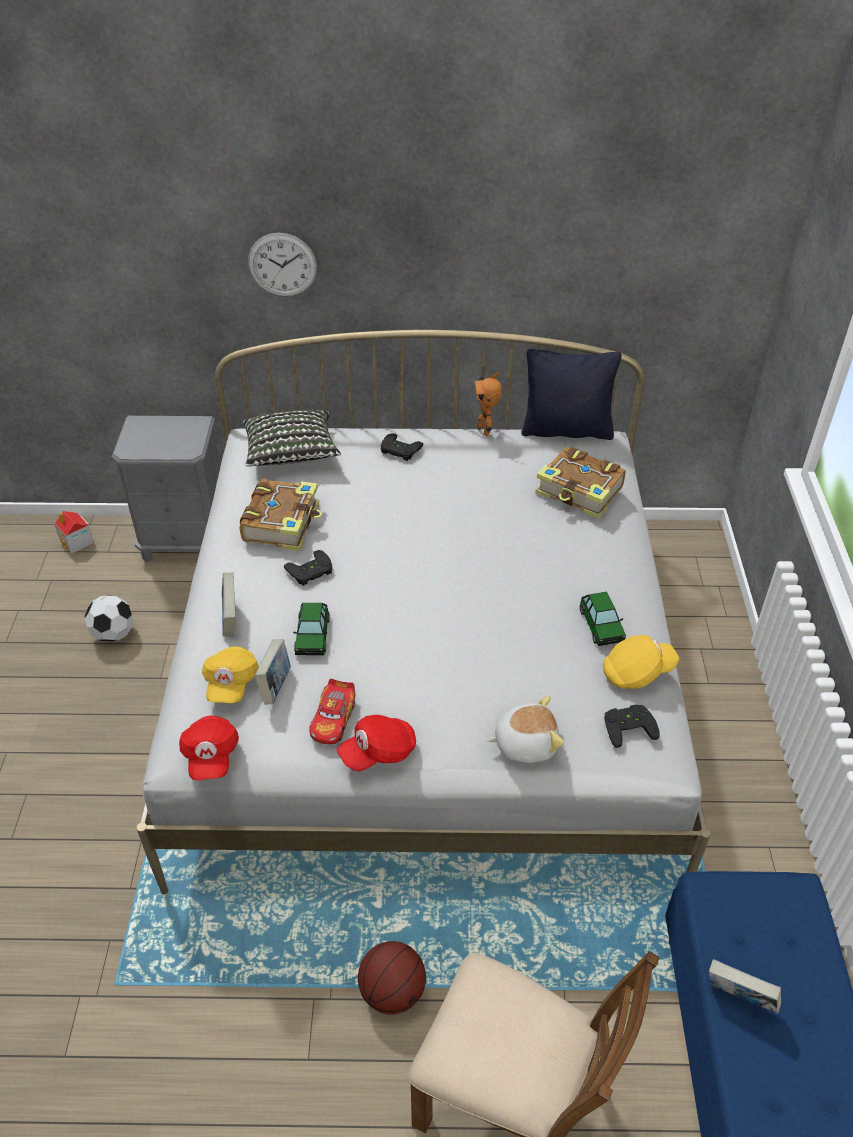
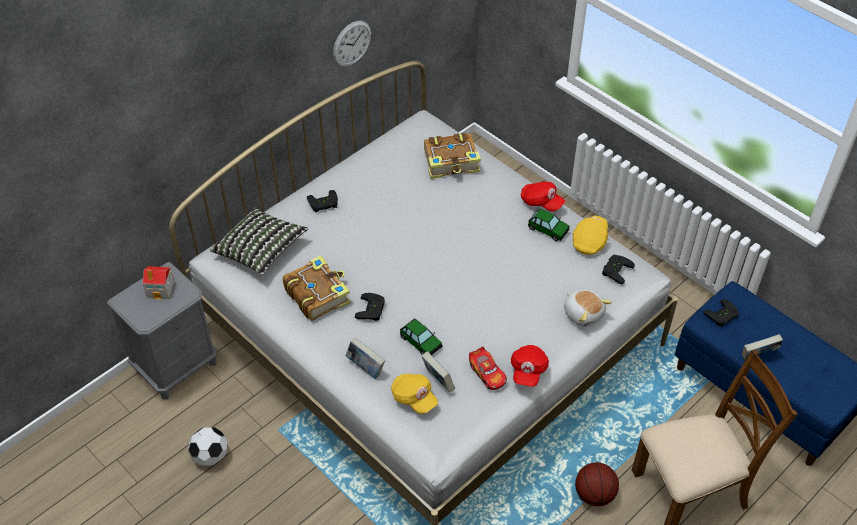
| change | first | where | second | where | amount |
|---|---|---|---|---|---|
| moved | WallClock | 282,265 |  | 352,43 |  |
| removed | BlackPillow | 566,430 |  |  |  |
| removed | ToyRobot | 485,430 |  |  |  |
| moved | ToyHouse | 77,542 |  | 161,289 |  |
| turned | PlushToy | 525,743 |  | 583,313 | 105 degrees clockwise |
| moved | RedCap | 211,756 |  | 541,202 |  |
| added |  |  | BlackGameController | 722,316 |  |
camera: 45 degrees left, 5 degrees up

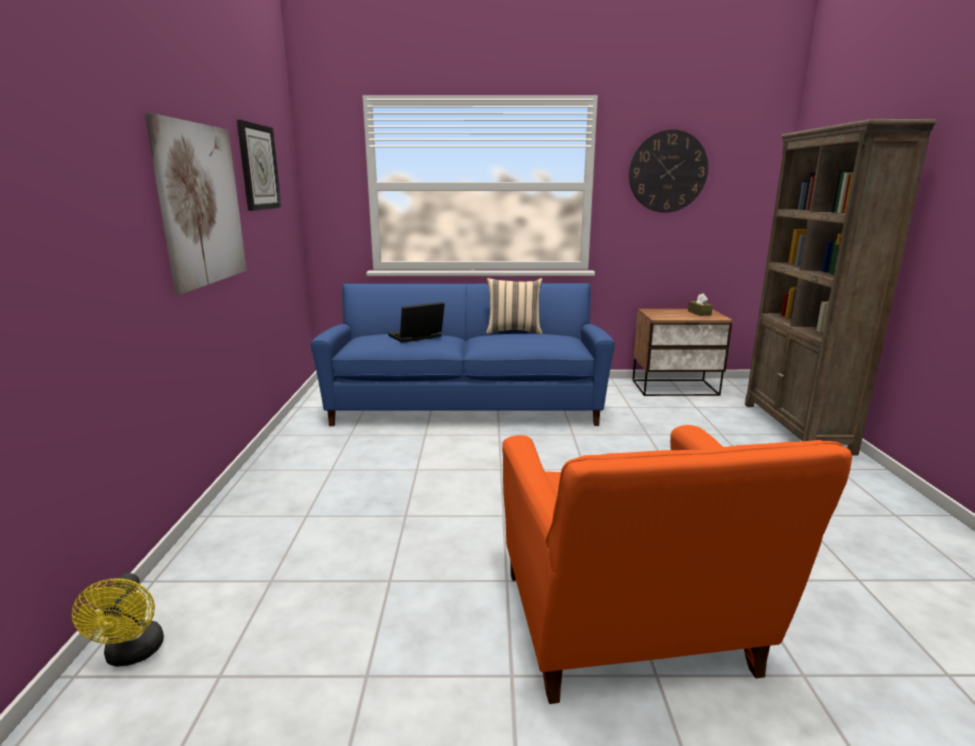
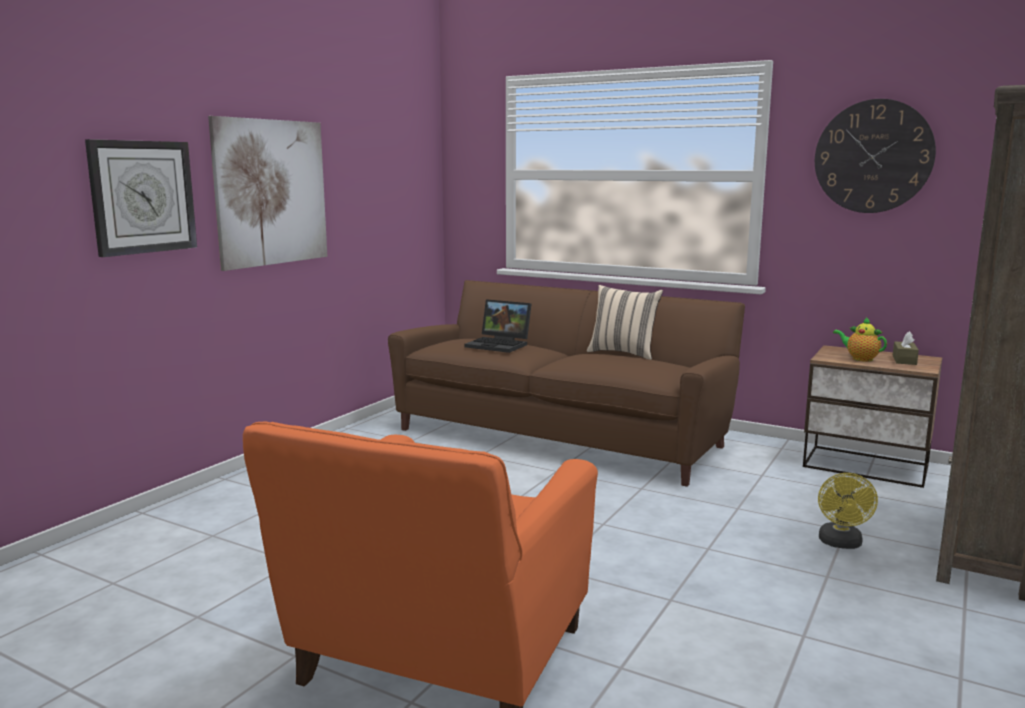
| change | first | where | second | where | amount |
|---|---|---|---|---|---|
| moved | WallClock | 258,167 |  | 142,197 |  |
| recoloured | BlueSofa | 466,404 | BrownSofa | 562,435 |  |
| turned | Laptop | 415,337 |  | 500,345 | 150 degrees counterclockwise |
| moved | YellowFan | 133,654 |  | 841,544 |  |
| added |  |  | Teapot | 860,359 |  |
camera: 30 degrees right, 5 degrees down

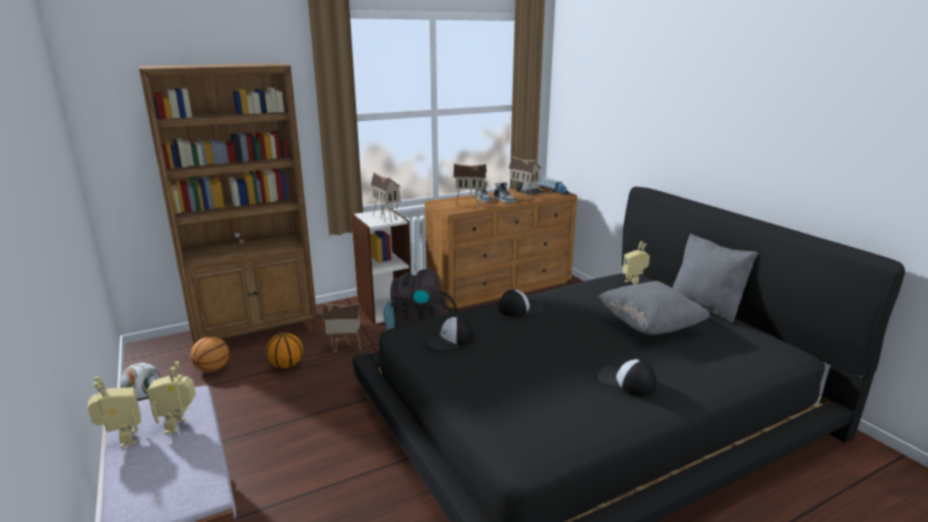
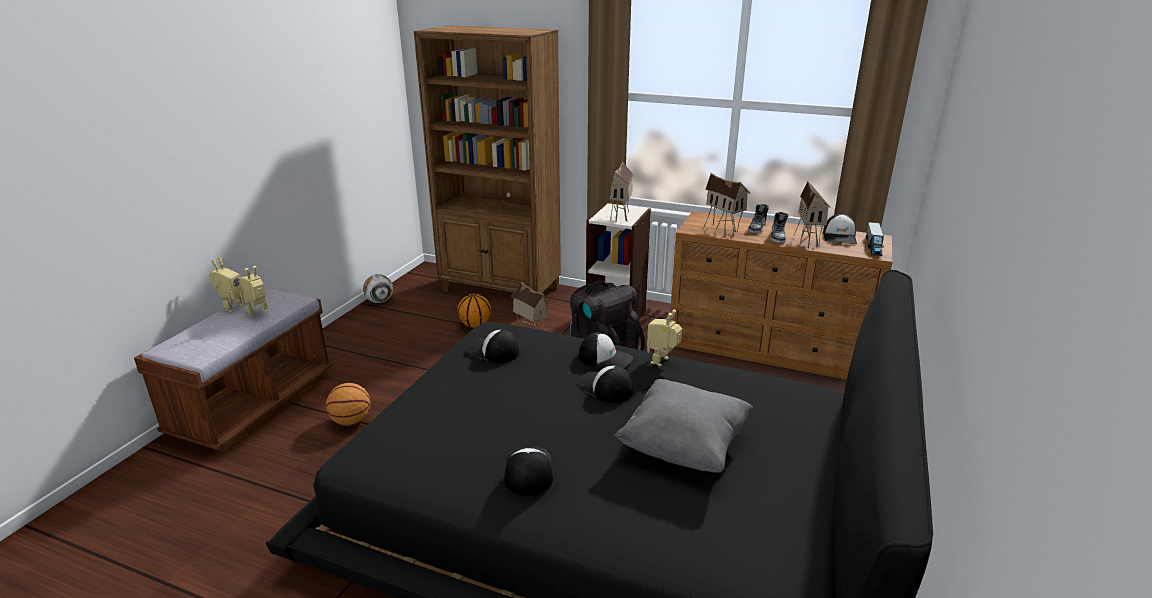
| change | first | where | second | where | amount |
|---|---|---|---|---|---|
| removed | GreyPillow | 705,307 |  |  |  |
| moved | ToyRobot | 633,283 |  | 662,361 |  |
| moved | Basketball | 212,369 |  | 351,421 |  |
| added |  |  | Cap | 605,388 |  |
camera: 50 degrees right, 5 degrees up

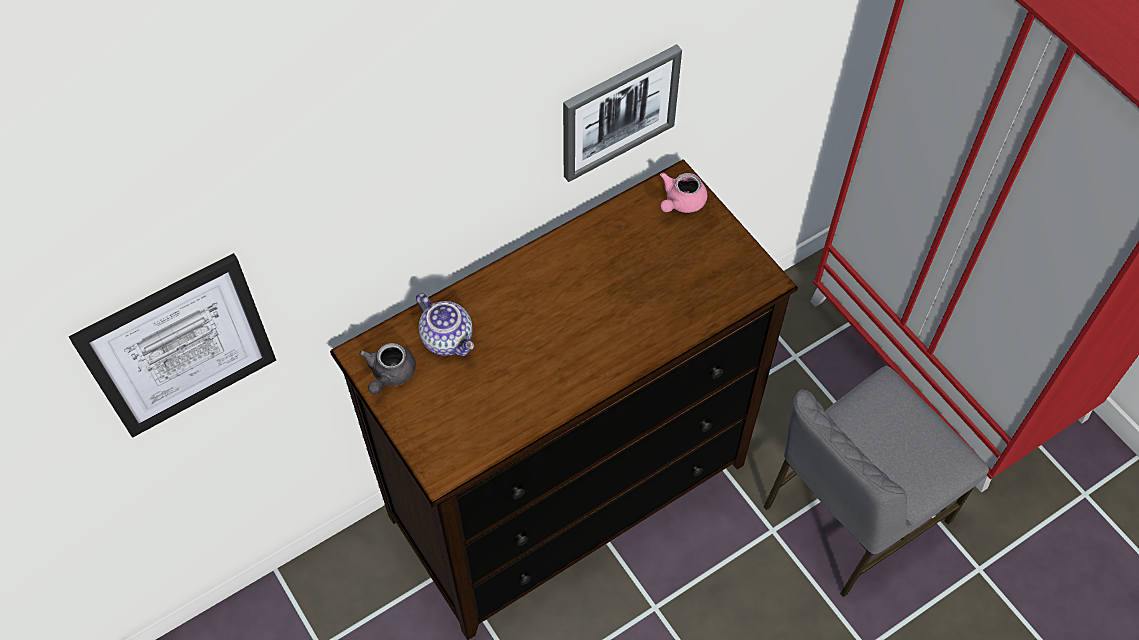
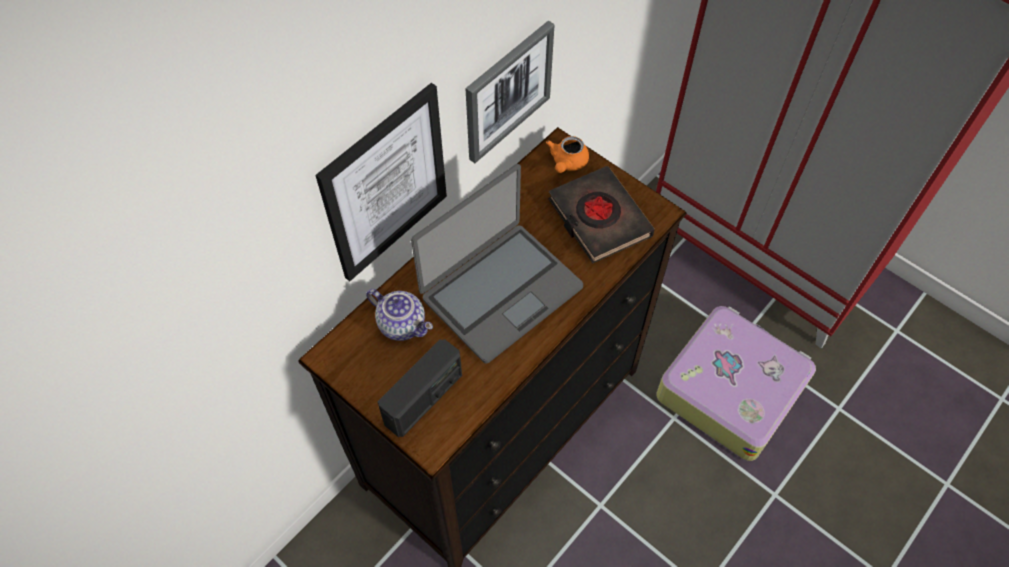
| change | first | where | second | where | amount |
|---|---|---|---|---|---|
| recoloured | PinkTeapot | 680,202 | OrangeTeapot | 567,163 |  |
| moved | Picture | 179,346 |  | 385,185 |  |
| removed | GreyTeapot | 389,374 |  |  |  |
| replaced | GreyChair | 852,513 | Suitcase | 730,388 |  |
| added |  |  | Laptop | 500,291 |  |
| added |  |  | BlackBook | 598,218 |  |
| added |  |  | Radio | 424,399 |  |
camera: 15 degrees left, 0 degrees up

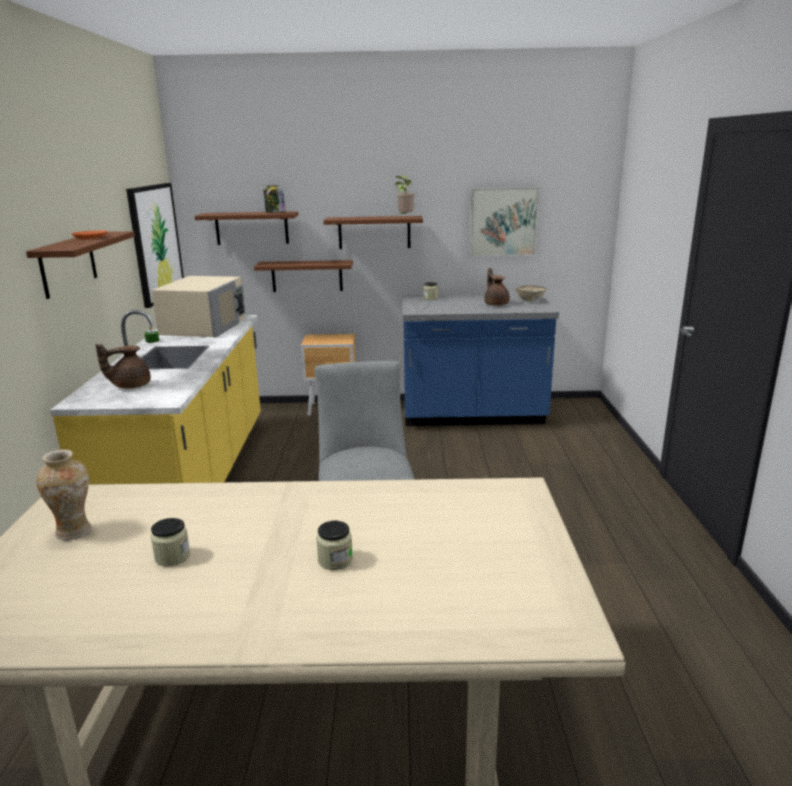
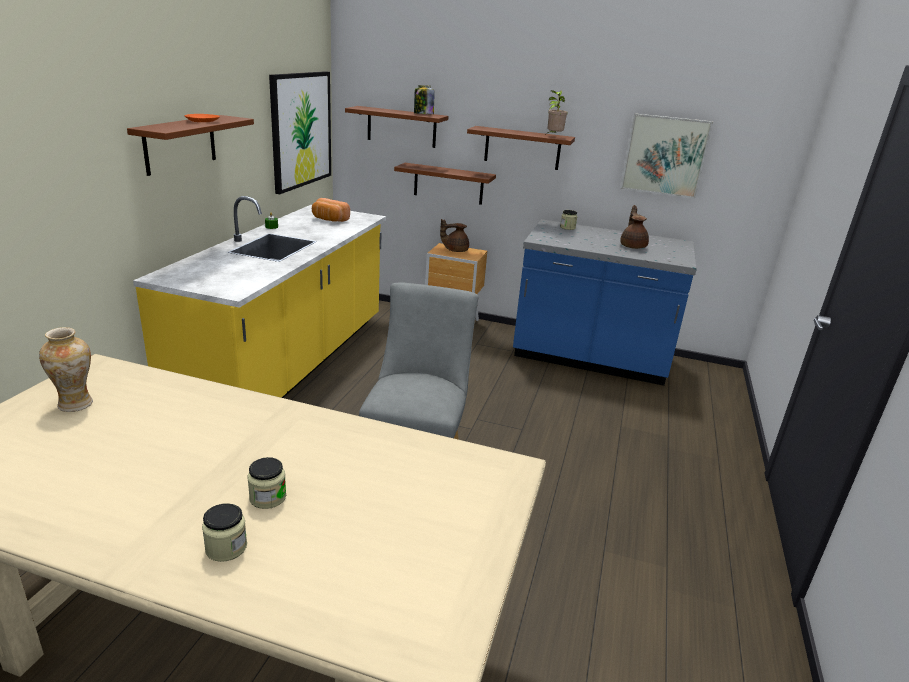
| change | first | where | second | where | amount |
|---|---|---|---|---|---|
| replaced | BeigeMicrowave | 204,326 | Bread | 329,220 |  |
| removed | Bowl | 530,300 |  |  |  |
| moved | BrownTeapot | 130,385 |  | 455,250 |  |
| moved | Jar | 172,557 |  | 226,547 |  |
camera: 15 degrees right, 5 degrees up

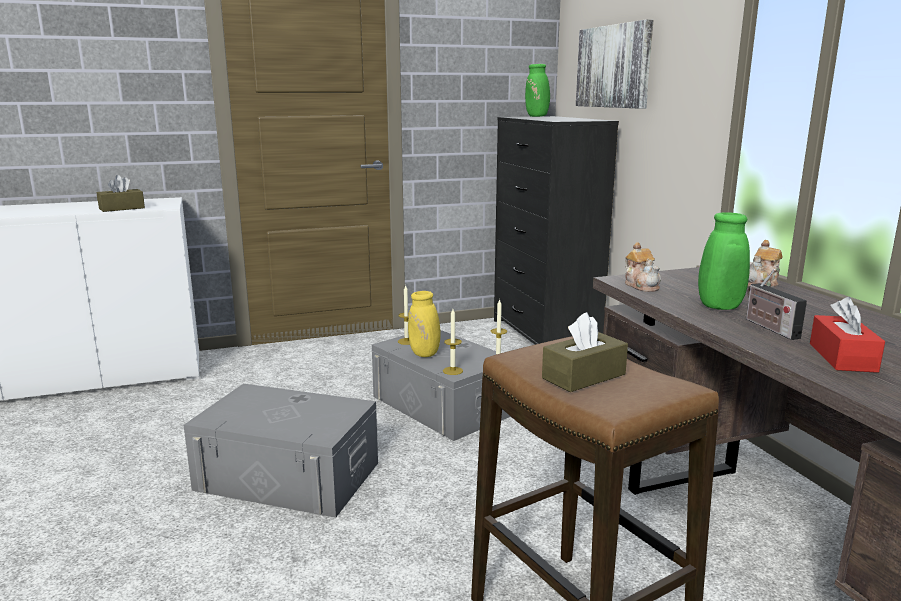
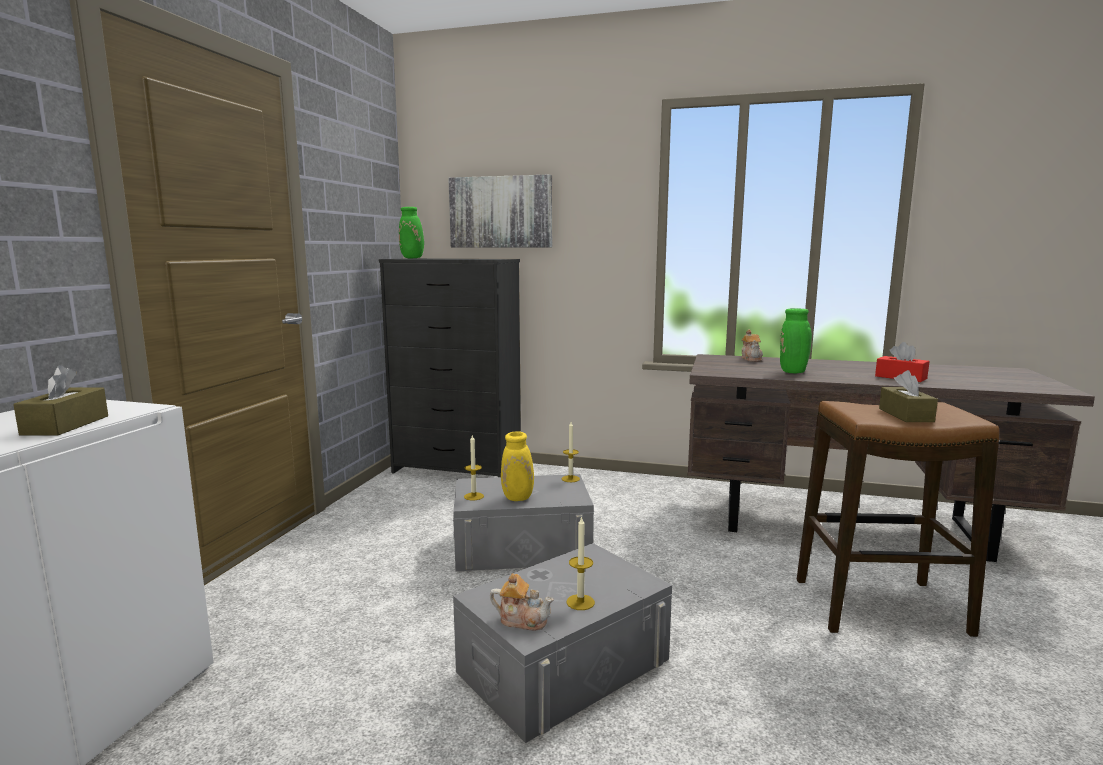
| change | first | where | second | where | amount |
|---|---|---|---|---|---|
| moved | Teapot | 641,286 |  | 522,620 |  |
| removed | Radio | 769,327 |  |  |  |
| moved | Candle | 452,371 |  | 580,602 |  |
camera: 55 degrees left, 5 degrees down

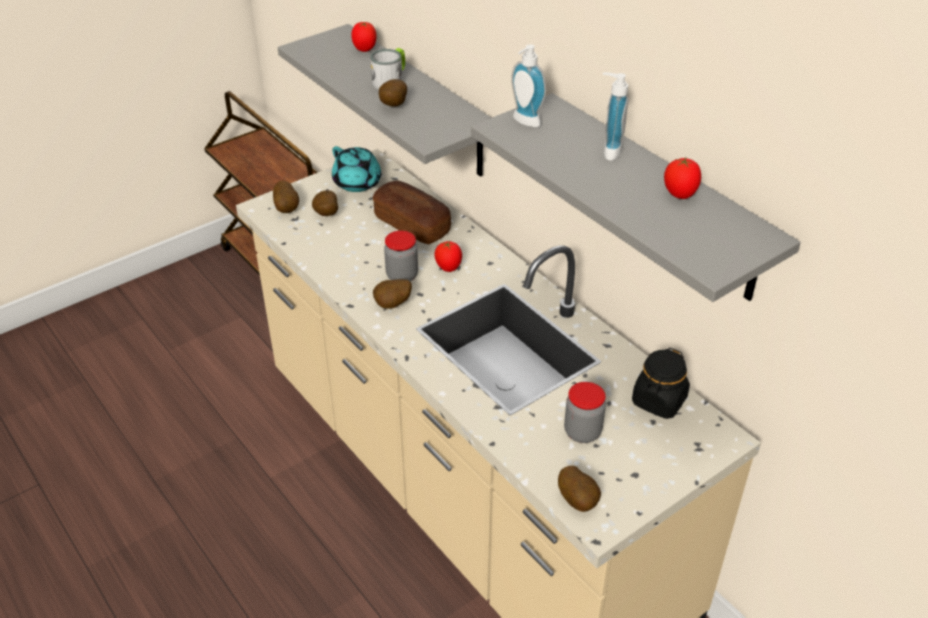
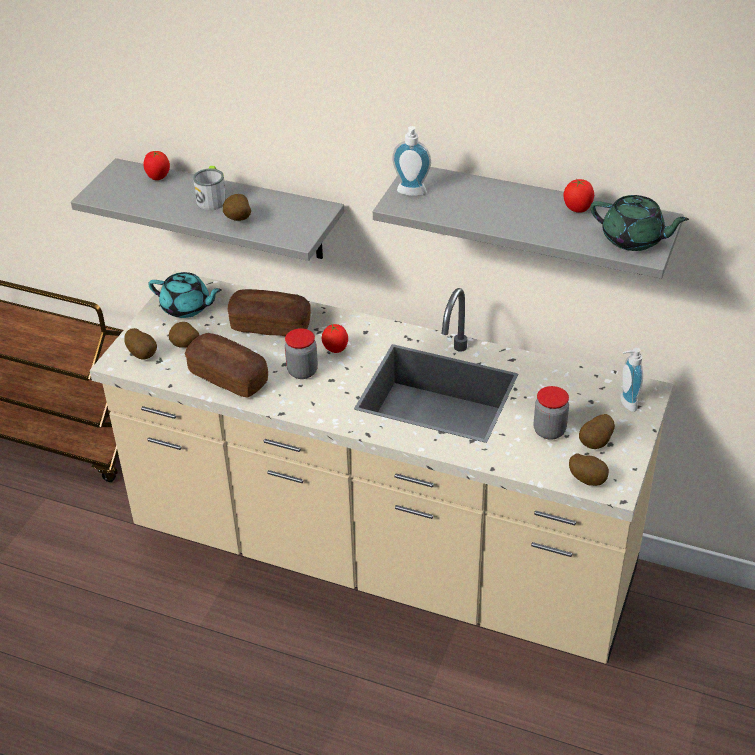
| change | first | where | second | where | amount |
|---|---|---|---|---|---|
| moved | SoapDispenser | 608,151 |  | 625,403 |  |
| moved | Potato | 393,305 |  | 596,443 |  |
| removed | BlackJar | 659,401 |  |  |  |
| added |  |  | GreenTeapot | 633,239 |  |
| added |  |  | Bread | 228,377 |  |
camera: 30 degrees left, 0 degrees up

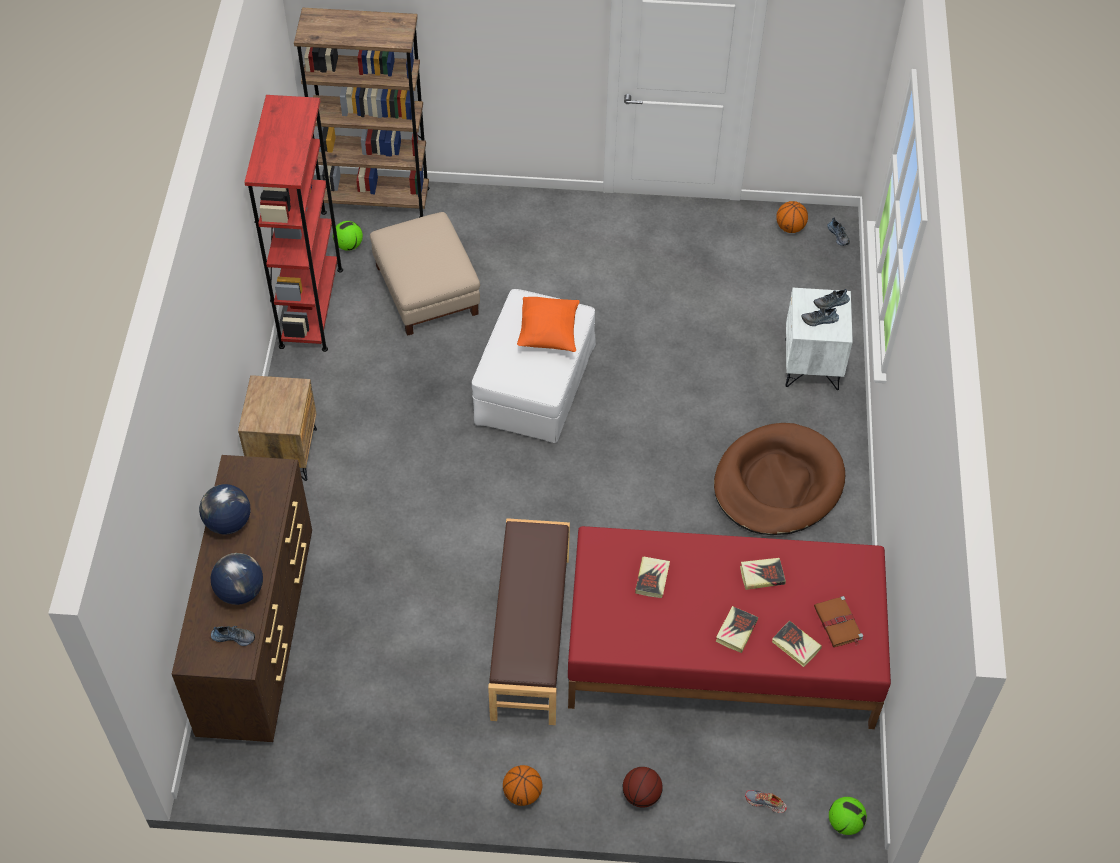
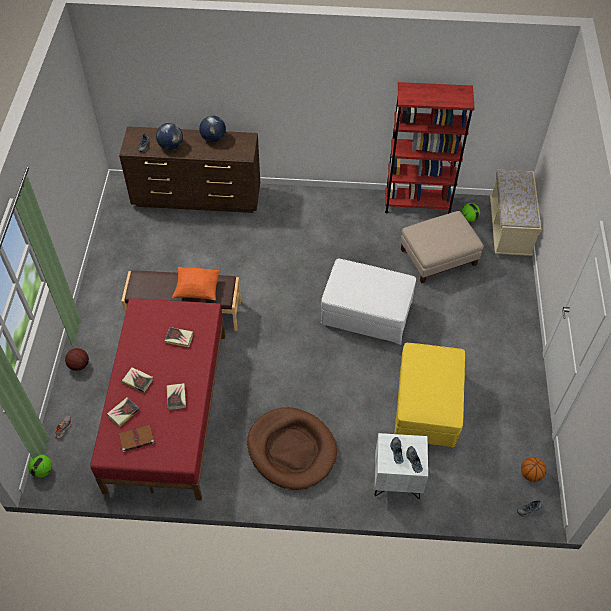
| change | first | where | second | where | amount |
|---|---|---|---|---|---|
| replaced | BrownBookcase | 375,200 | BeigeBench | 509,229 |  |
| moved | OrangePillow | 548,334 |  | 197,290 |  |
| removed | BrownNightstand | 284,453 |  |  |  |
| removed | Basketball | 522,793 |  |  |  |
| added |  |  | YellowOttoman | 426,405 |  |
camera: 90 degrees right, 0 degrees up

